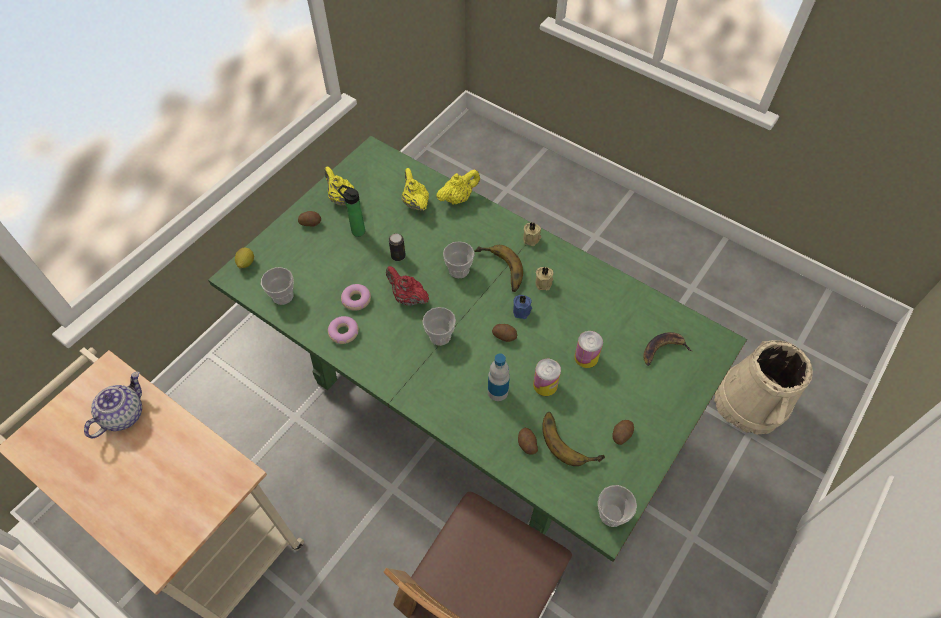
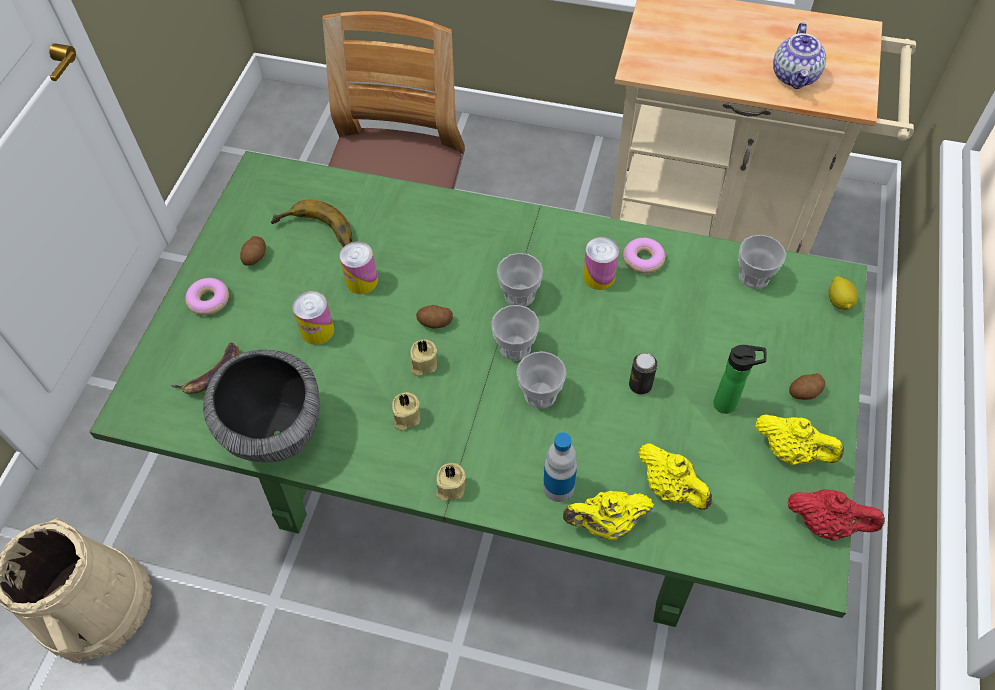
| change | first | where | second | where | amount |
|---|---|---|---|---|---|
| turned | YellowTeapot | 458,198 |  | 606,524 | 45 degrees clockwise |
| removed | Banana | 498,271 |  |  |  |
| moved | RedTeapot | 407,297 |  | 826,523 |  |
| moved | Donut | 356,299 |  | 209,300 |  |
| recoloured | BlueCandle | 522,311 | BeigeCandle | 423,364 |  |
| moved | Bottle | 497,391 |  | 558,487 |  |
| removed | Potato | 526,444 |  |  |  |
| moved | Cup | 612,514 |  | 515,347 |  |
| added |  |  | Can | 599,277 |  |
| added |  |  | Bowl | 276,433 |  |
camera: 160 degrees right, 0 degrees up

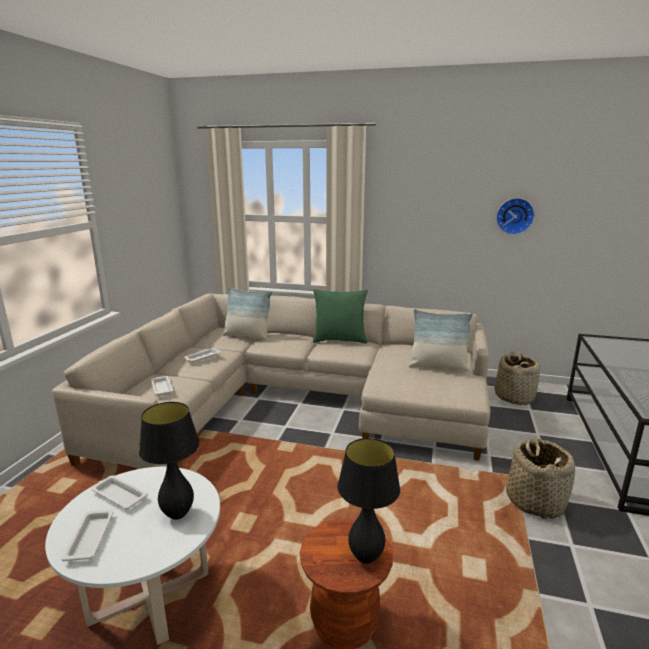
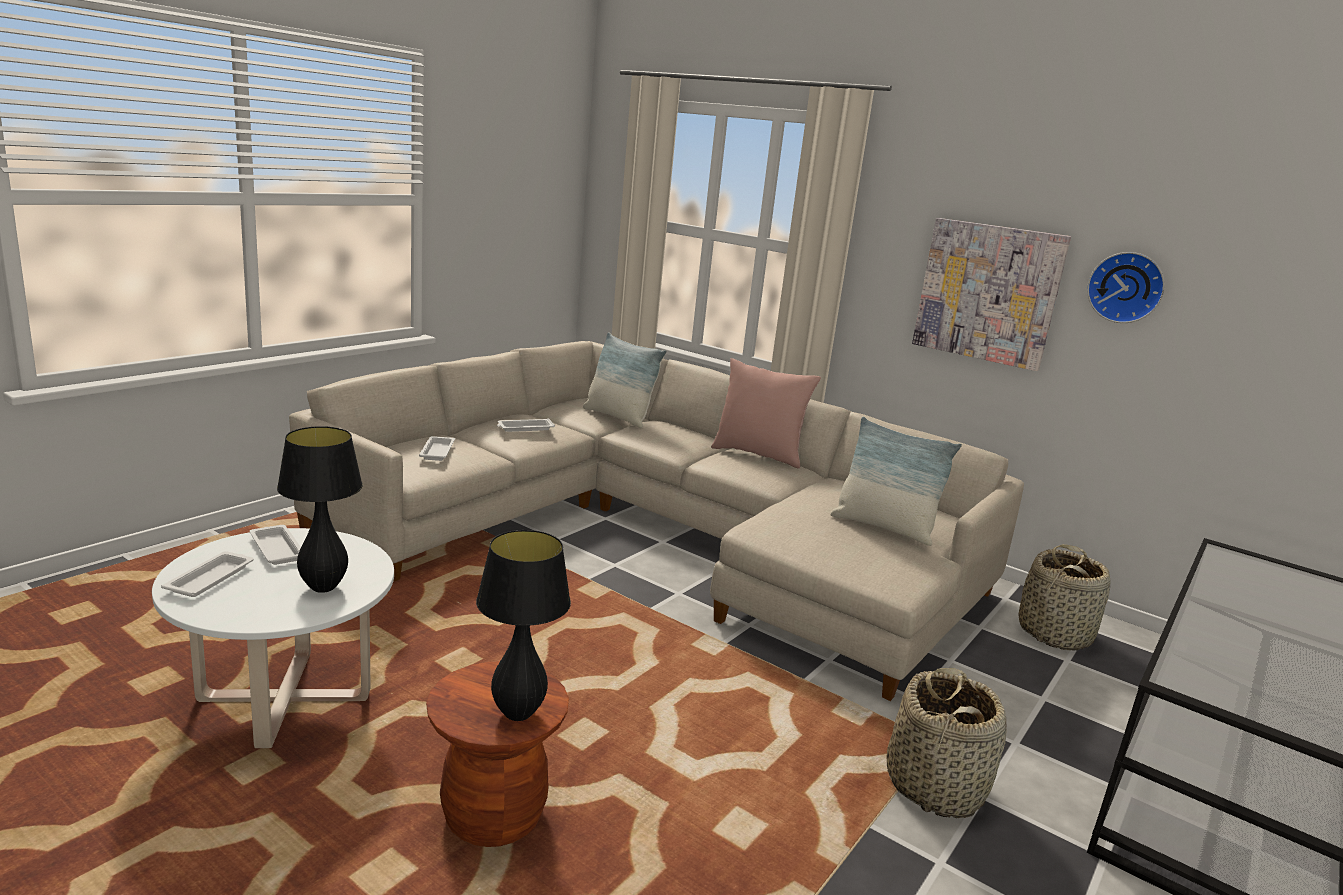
| change | first | where | second | where | amount |
|---|---|---|---|---|---|
| recoloured | GreenPillow | 339,340 | PinkPillow | 758,454 |  |
| added |  |  | Picture | 988,292 |  |
camera: 20 degrees right, 0 degrees up

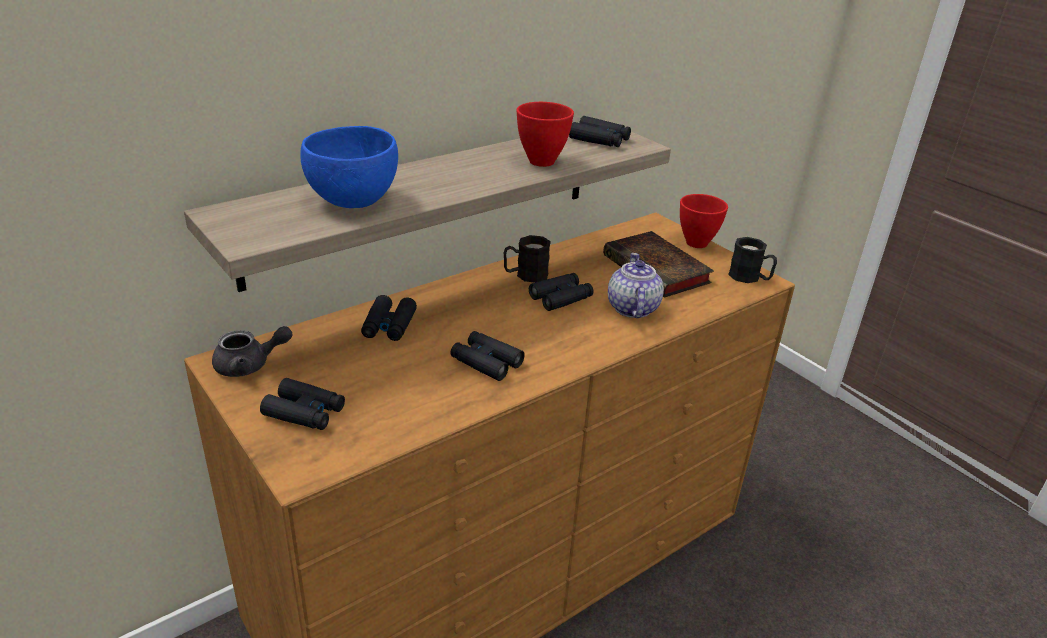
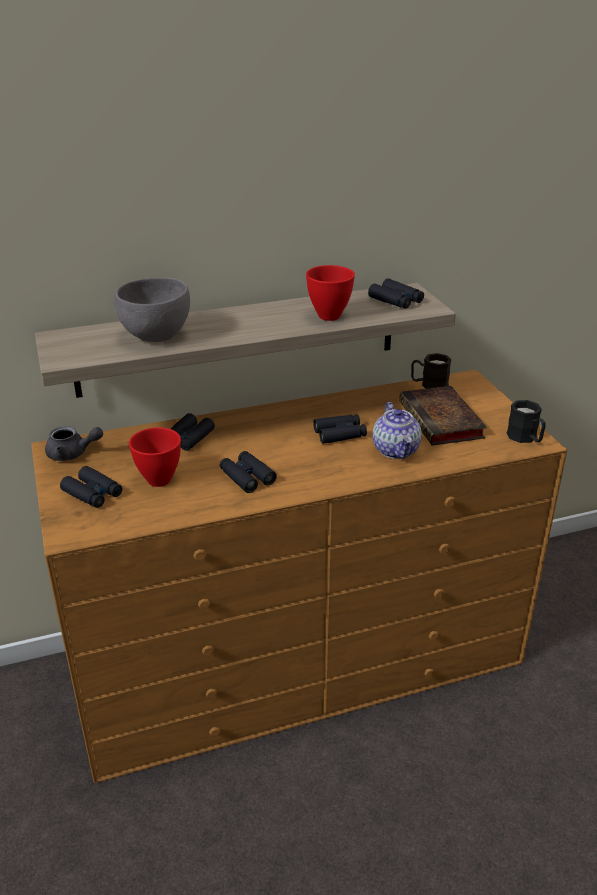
| change | first | where | second | where | amount |
|---|---|---|---|---|---|
| recoloured | BlueBowl | 352,201 | GreyBowl | 156,336 |  |
| moved | RedBowl | 697,243 |  | 160,480 |  |
| moved | BlackMug | 525,275 |  | 429,385 |  |
| turned | Teapot | 631,308 |  | 396,450 | 150 degrees clockwise |
camera: 20 degrees right, 0 degrees up

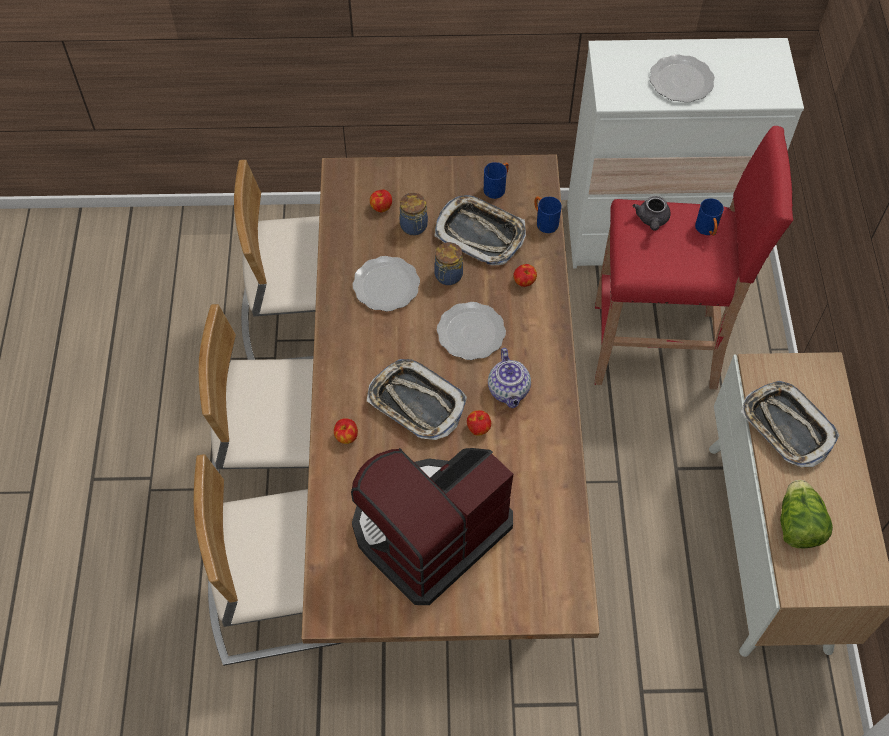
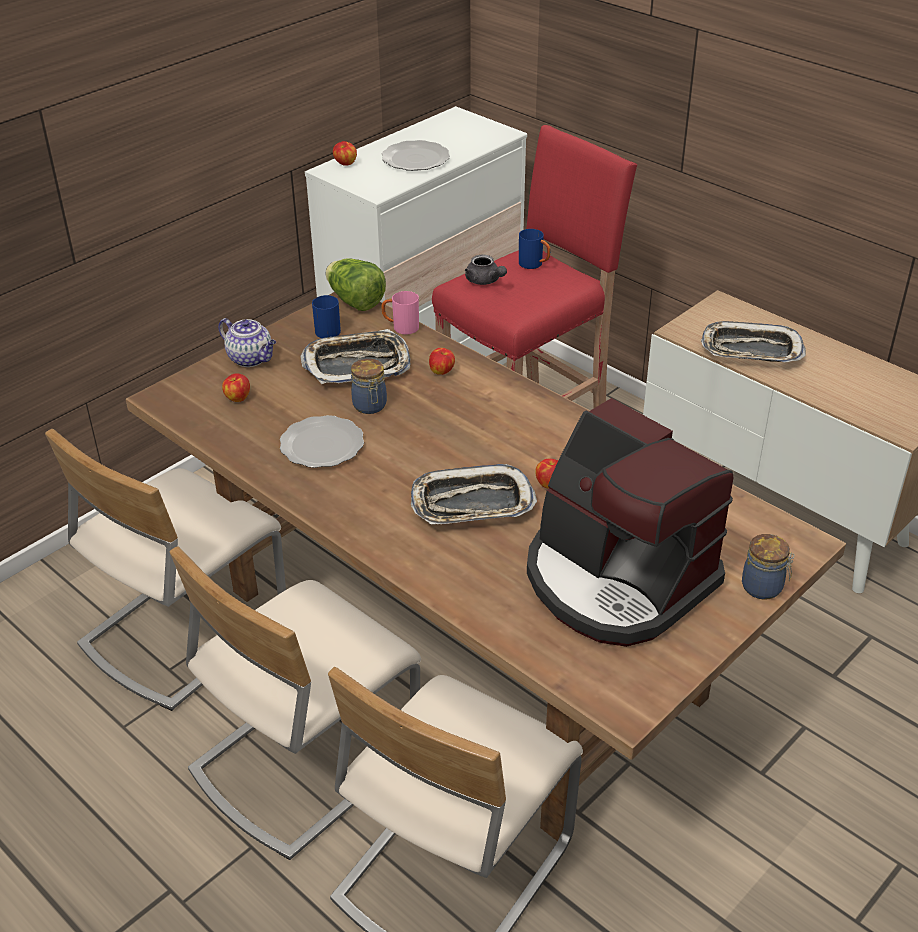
| change | first | where | second | where | amount |
|---|---|---|---|---|---|
| moved | Jar | 414,227 |  | 763,587 |  |
| recoloured | BlueMug | 544,222 | PinkMug | 401,328 |  |
| removed | Plate | 471,332 |  |  |  |
| moved | Teapot | 509,391 |  | 251,359 |  |
| moved | Apple | 346,437 |  | 345,164 |  |
| turned | CoffeeMachine | 428,530 |  | 616,580 | 45 degrees counterclockwise |
| moved | Lettuce | 797,525 |  | 355,301 |  |
camera: 45 degrees left, 20 degrees down

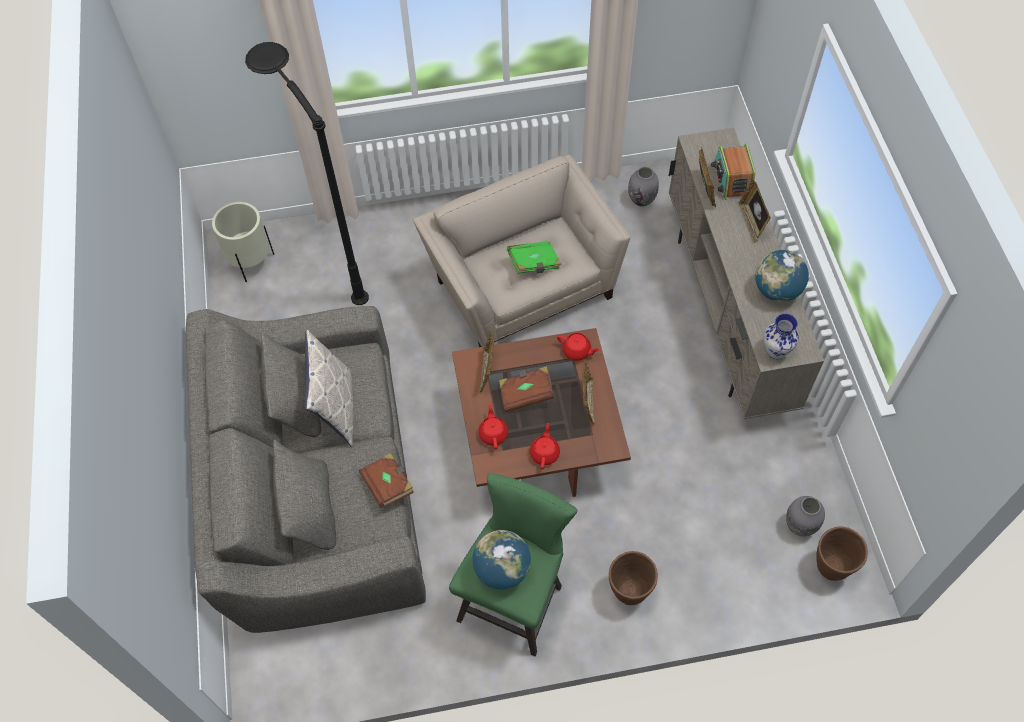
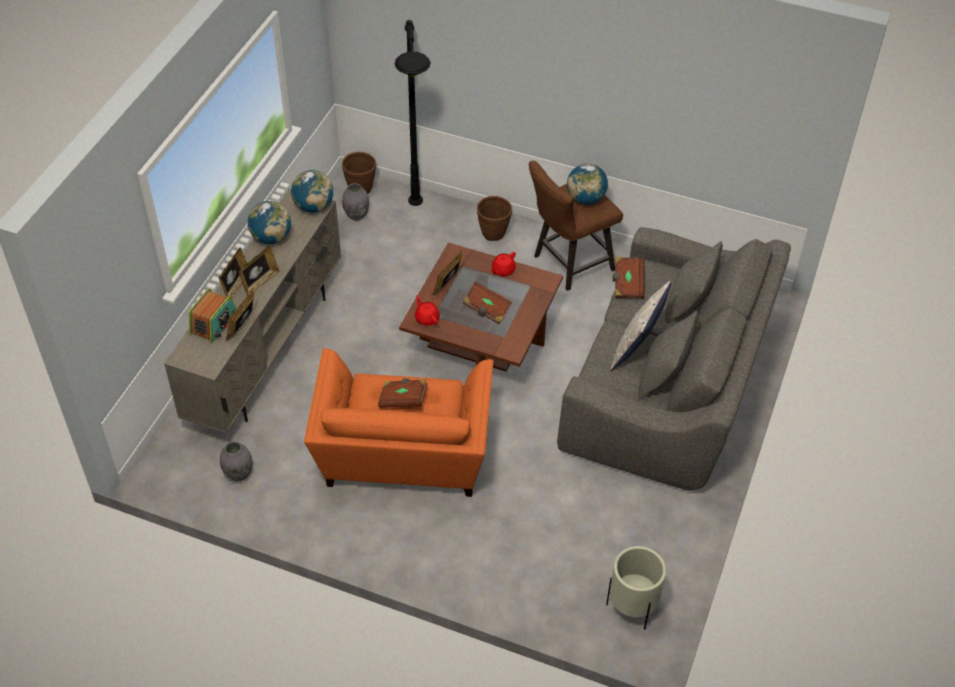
| change | first | where | second | where | amount |
|---|---|---|---|---|---|
| moved | BlackFloorLamp | 330,262 |  | 417,233 |  |
| recoloured | BeigeArmchair | 522,284 | OrangeArmchair | 403,456 |  |
| recoloured | GreenBook | 534,264 | BrownBook | 403,399 |  |
| replaced | Vase | 775,351 | Globe | 314,206 |  |
| moved | PictureFrame | 486,372 |  | 260,283 |  |
| removed | RedTeapot | 493,433 |  |  |  |
| recoloured | GreenStool | 514,597 | BrownStool | 568,264 |  |
camera: 150 degrees left, 10 degrees down

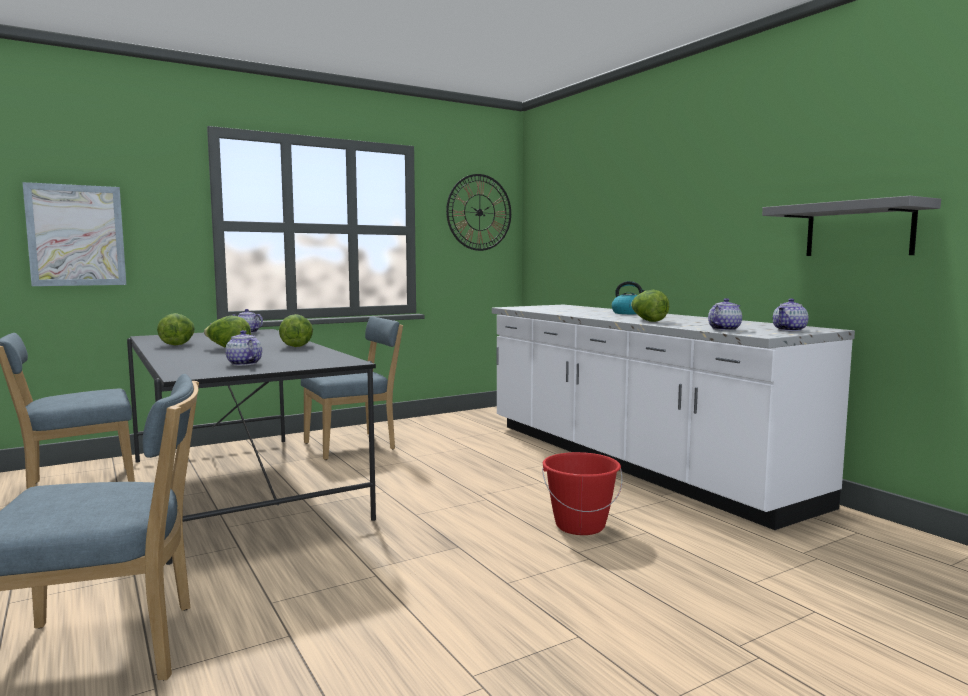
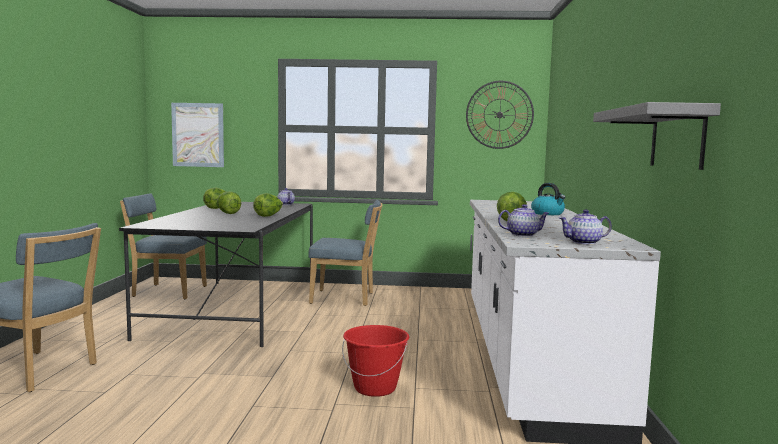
| change | first | where | second | where | amount |
|---|---|---|---|---|---|
| removed | Teapot | 243,364 |  |  |  |
camera: 35 degrees right, 0 degrees up

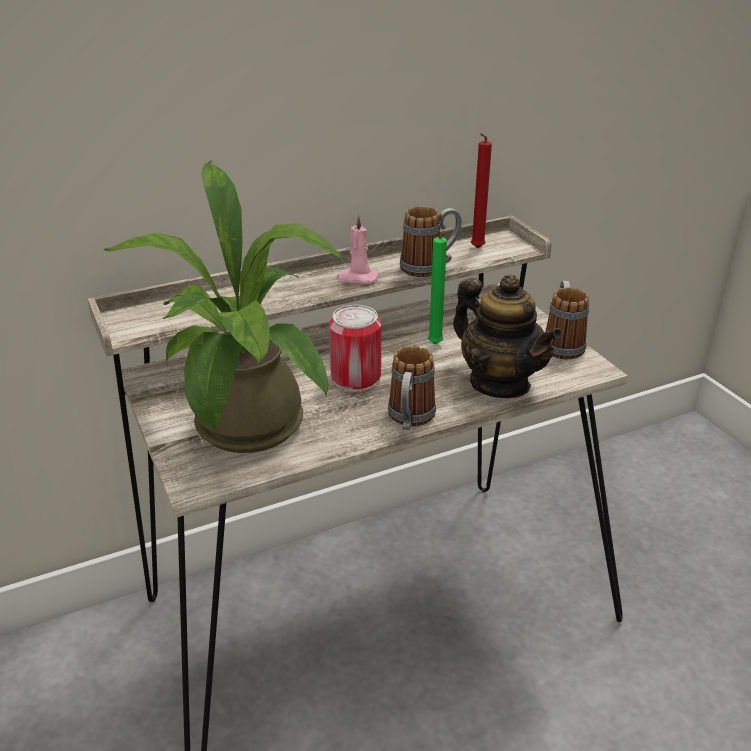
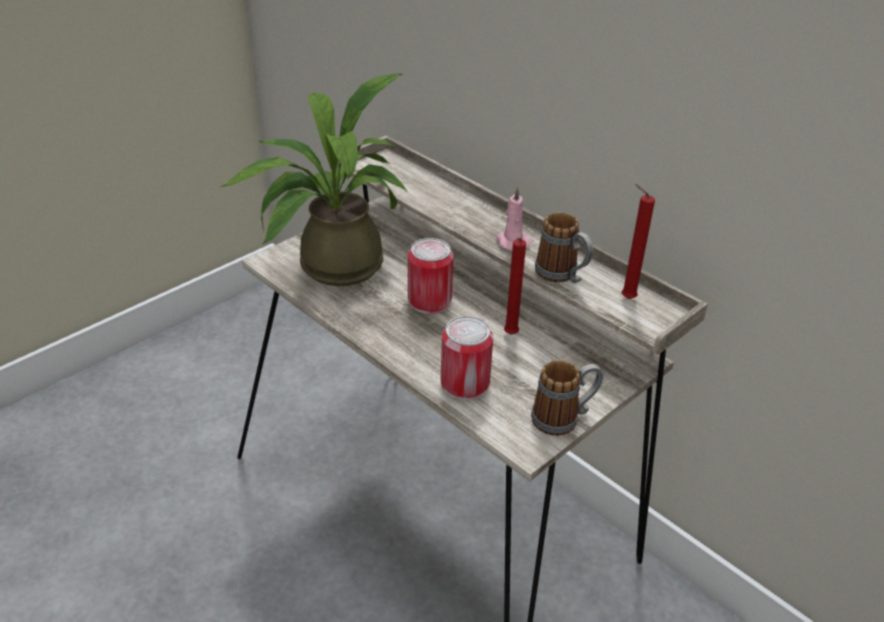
| change | first | where | second | where | amount |
|---|---|---|---|---|---|
| recoloured | GreenCandle | 437,345 | RedCandle | 510,336 |  |
| replaced | Teapot | 499,383 | Can | 464,384 |  |
| removed | Mug | 409,420 |  |  |  |
camera: 70 degrees right, 5 degrees up

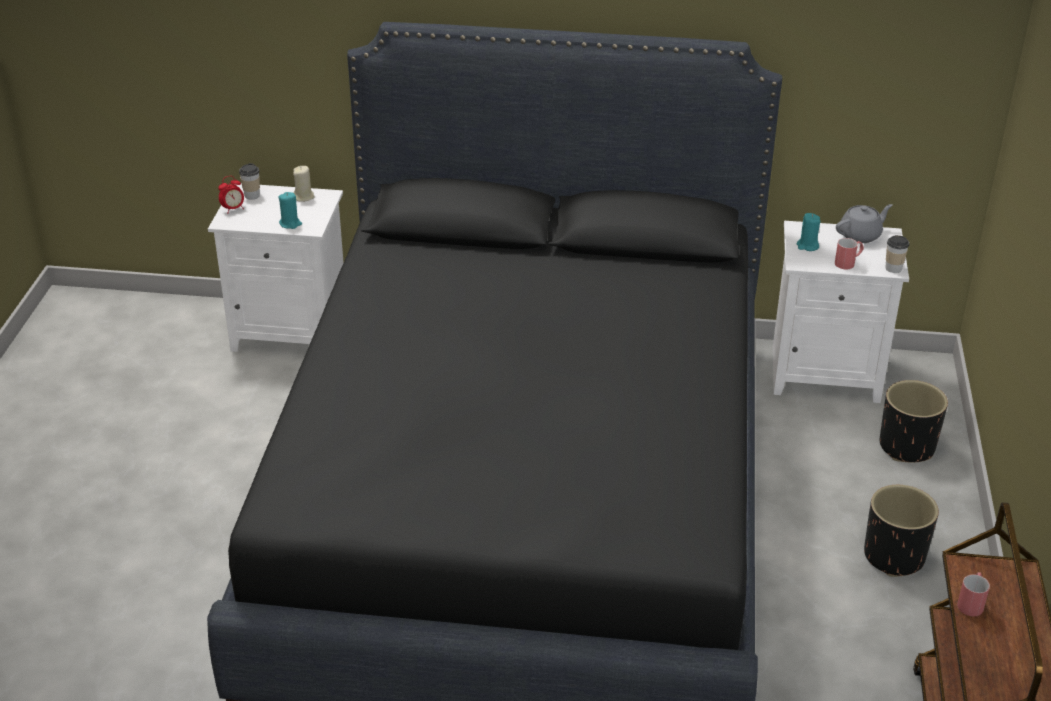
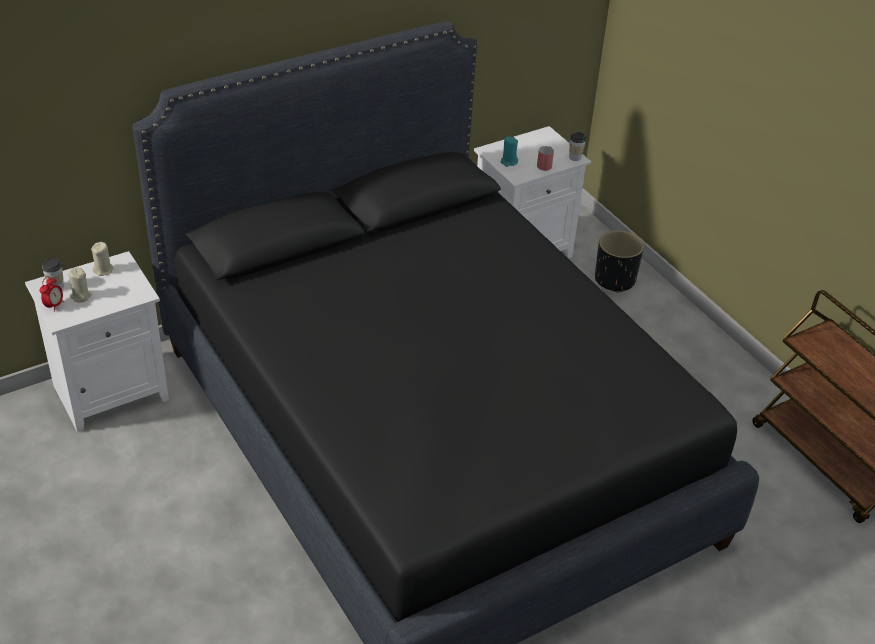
| change | first | where | second | where | amount |
|---|---|---|---|---|---|
| removed | TurquoiseCandle | 290,224 |  |  |  |
| removed | GreyTeapot | 860,235 |  |  |  |
| removed | BlackPlanter | 894,556 |  |  |  |
| removed | RedMug | 971,602 |  |  |  |
| added |  |  | BeigeCandle | 80,296 |  |
camera: 40 degrees left, 5 degrees up

